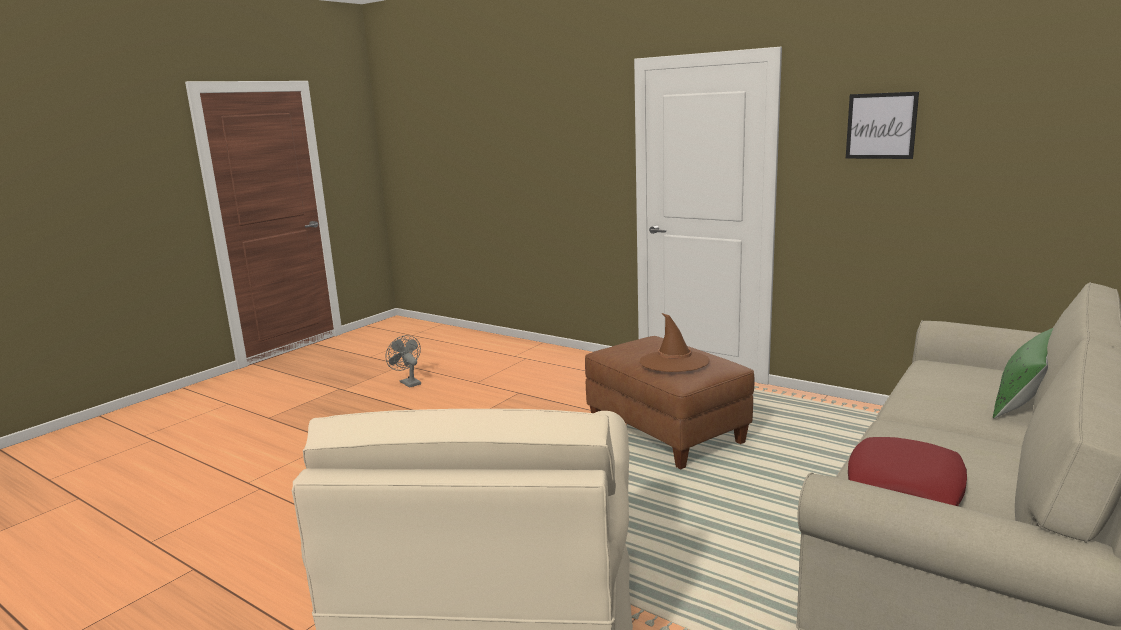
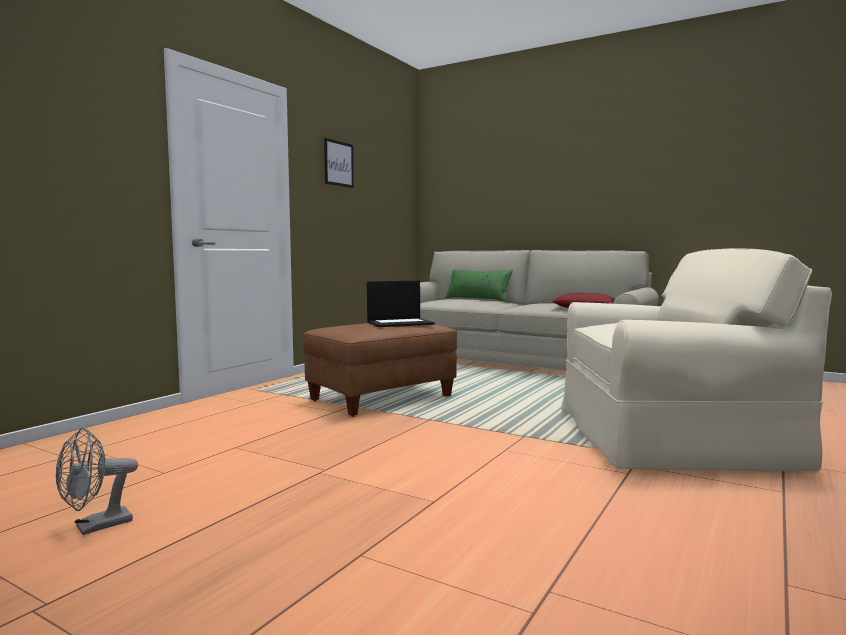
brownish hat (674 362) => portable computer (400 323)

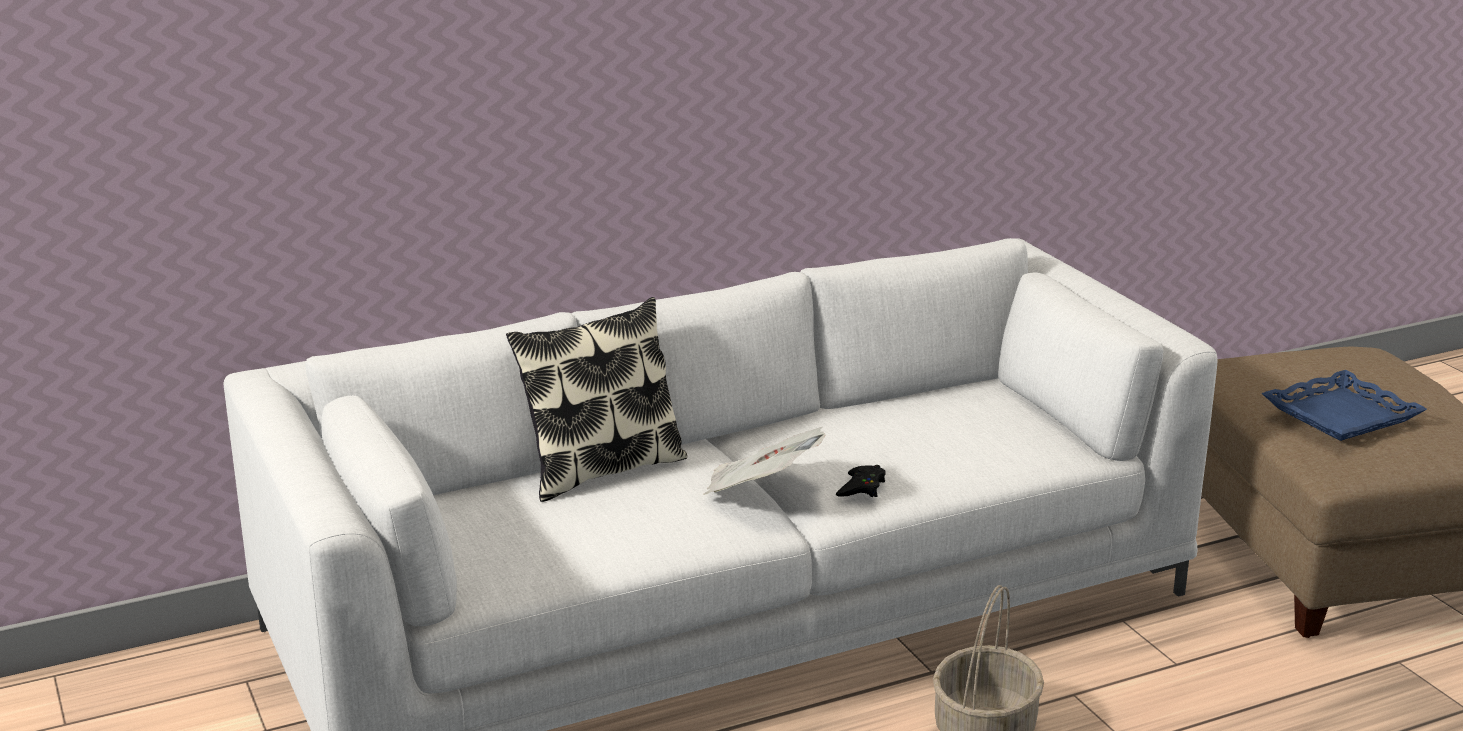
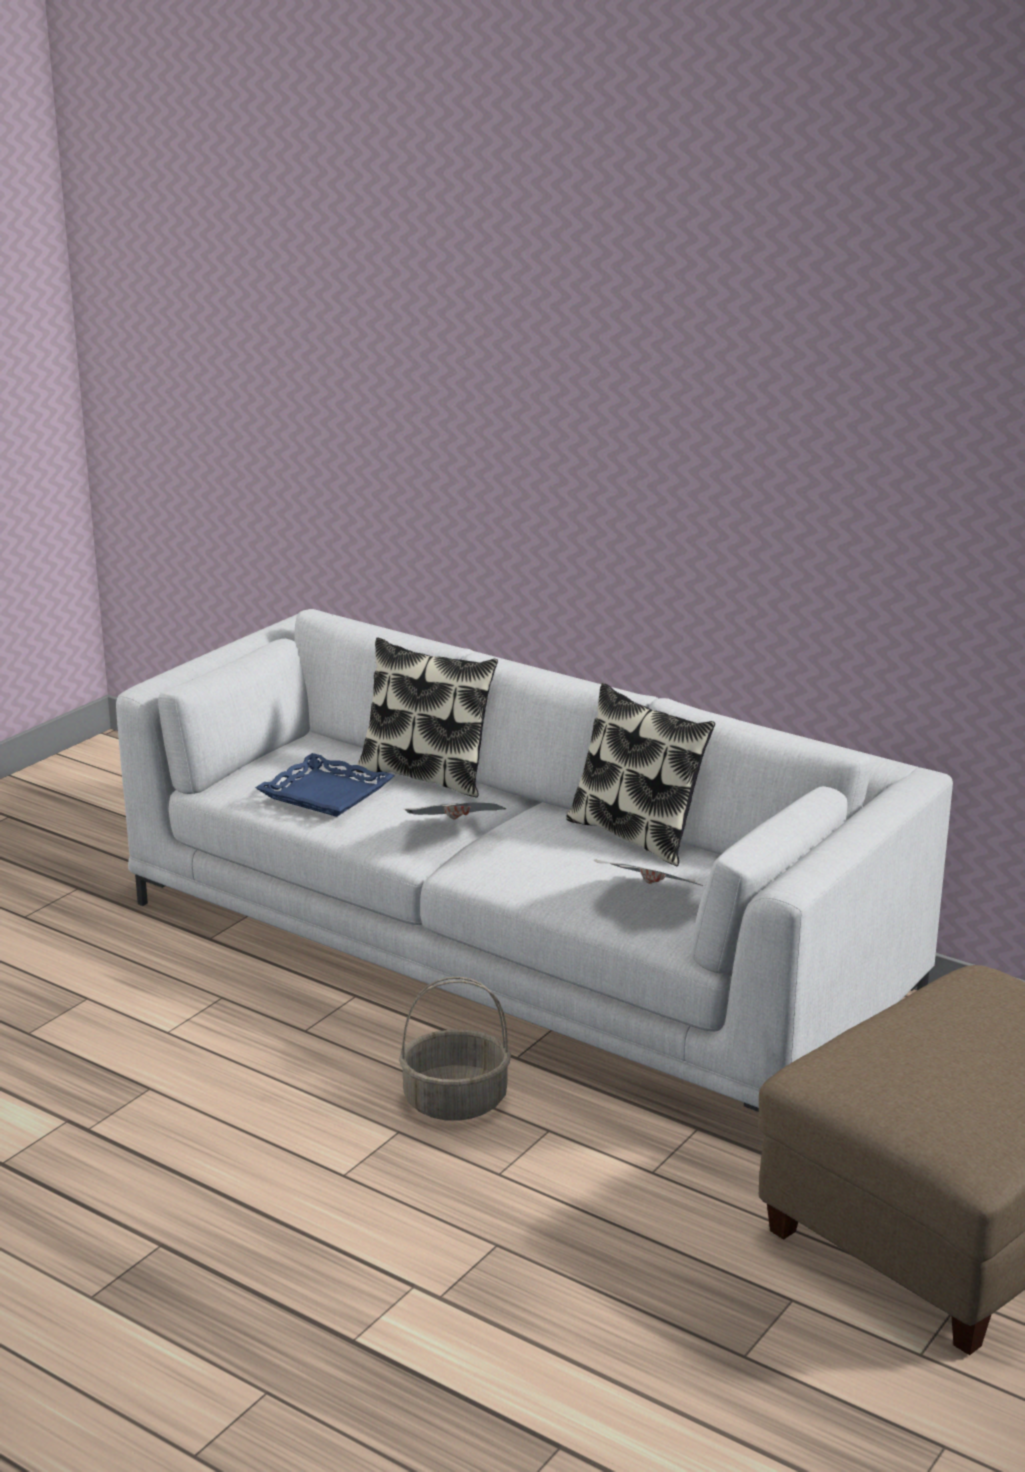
black gamepad (861 488) => nothing
bluish carrying tray (1342 415) => bluish carrying tray (325 794), move
nothing => pillow (636 835)
nothing => printed paper (652 900)

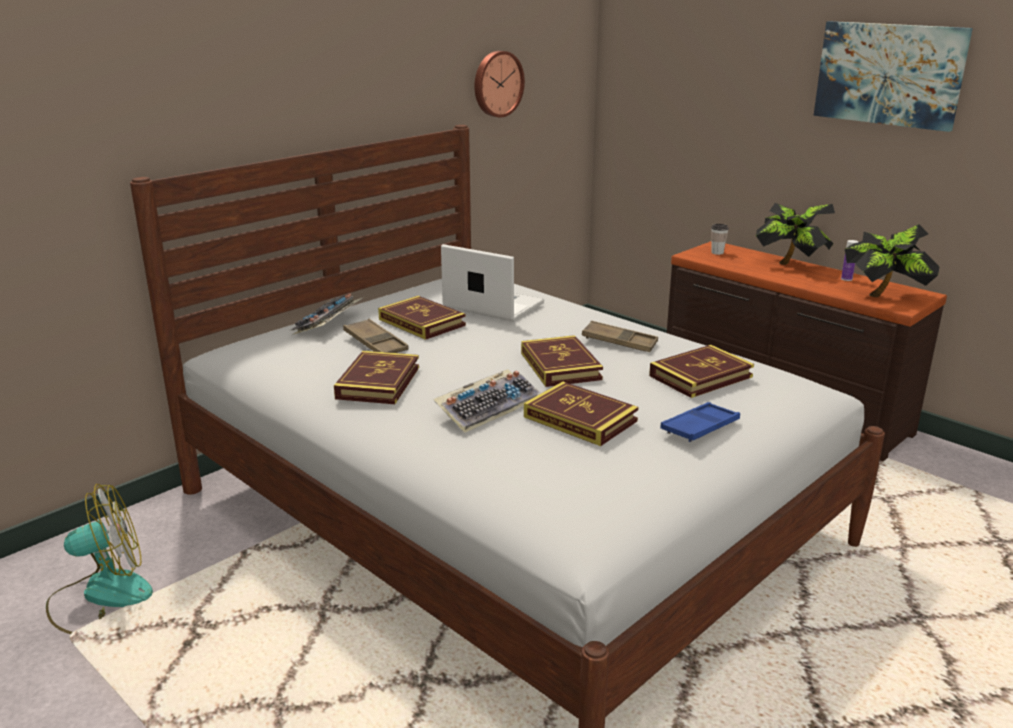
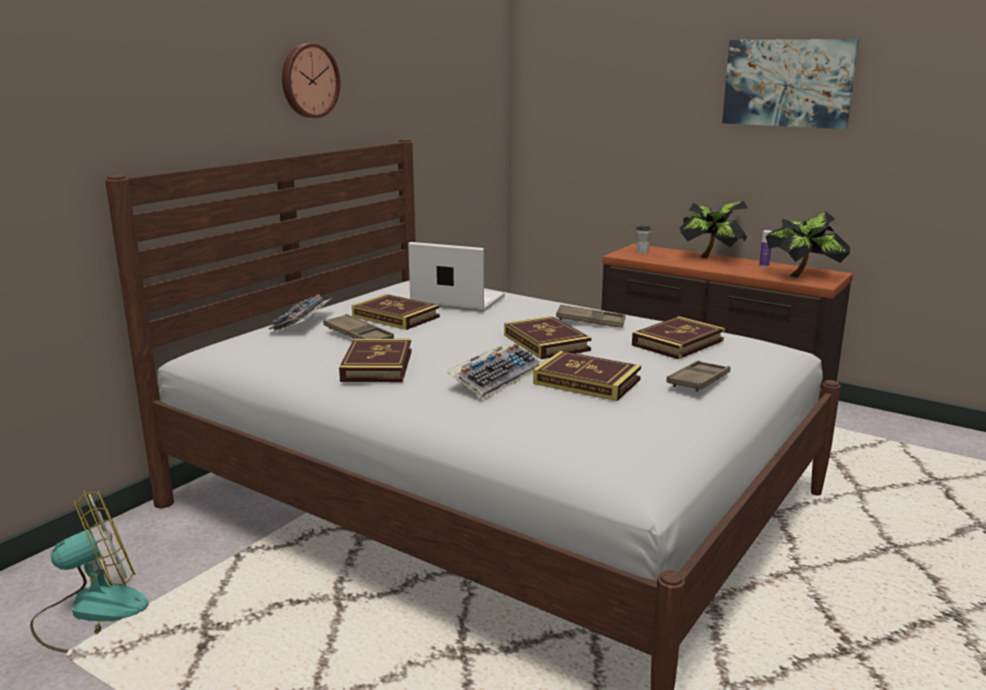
hanging clock (497 84) => hanging clock (308 81), move
bluish carrying tray (700 427) => brownish carrying tray (698 381)

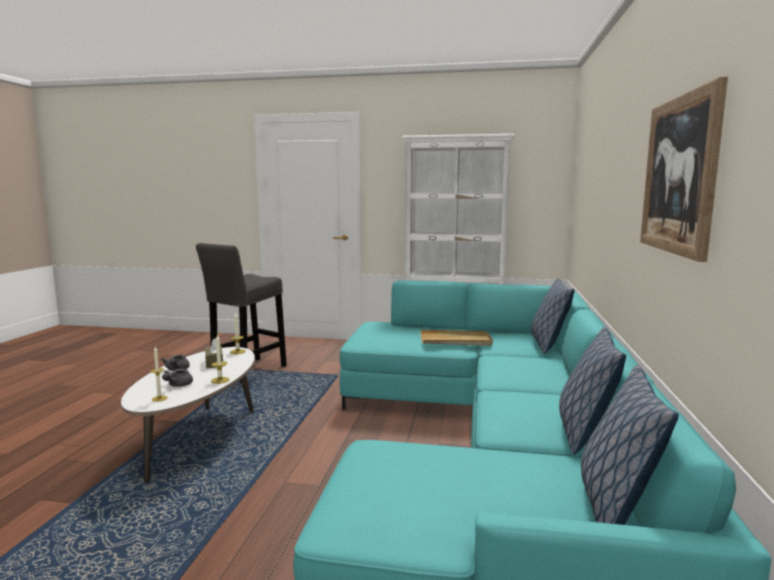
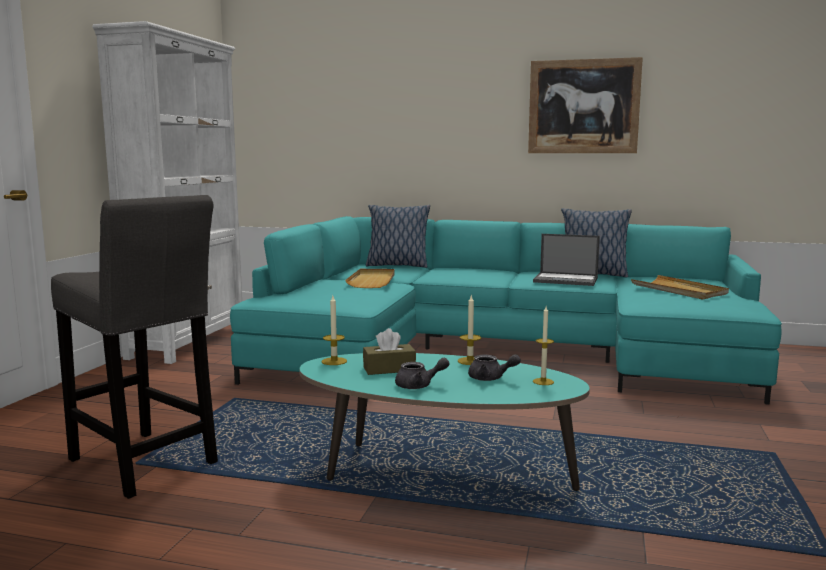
whitish lounge table (200 436) => turquoise-coloured lounge table (437 473)
pillow (615 505) => nothing
nothing => portable computer (566 280)
nothing => beige-coloured carrying tray (679 290)

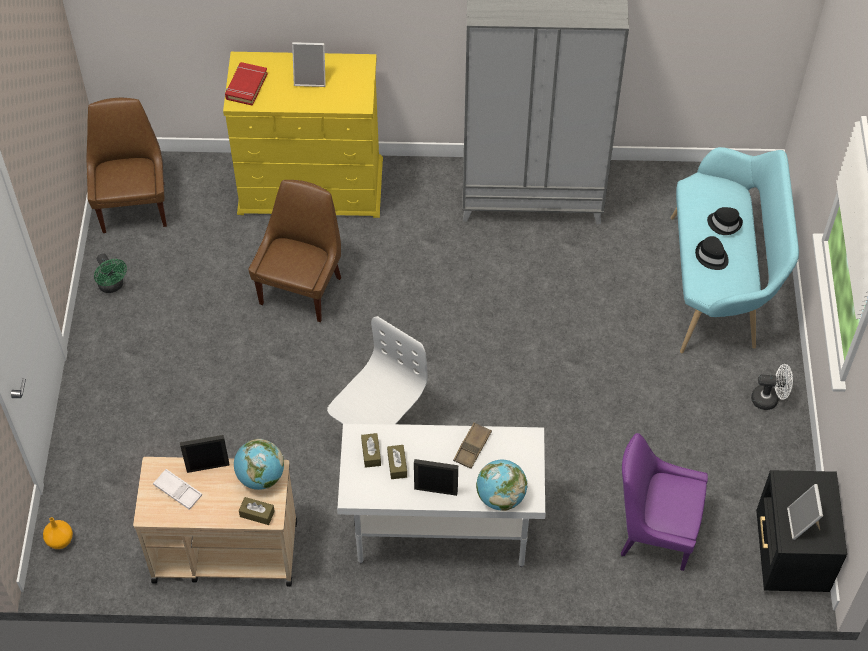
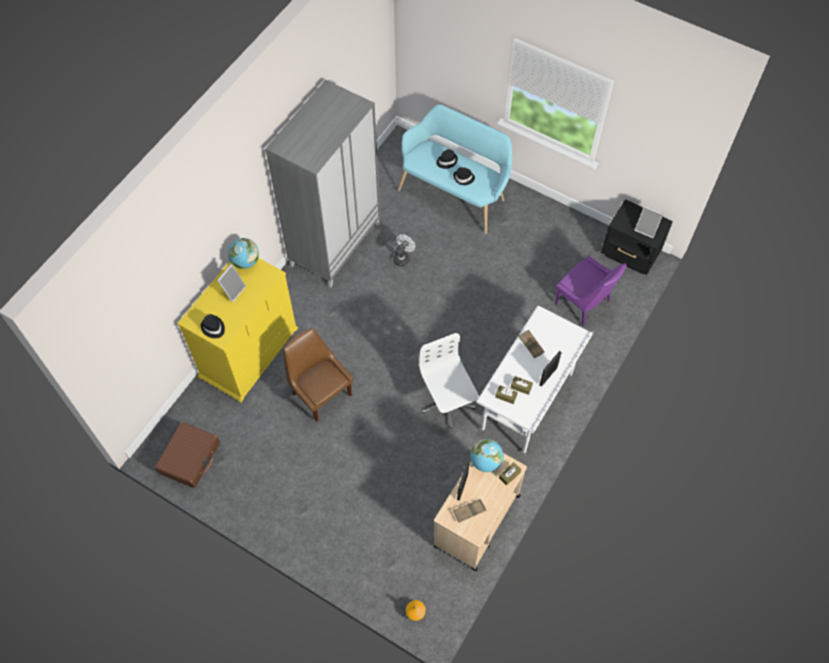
brownish plain chair (134 205) => brownish travel case (190 458)
green-coloured fan (112 286) => nothing
whitish carrying tray (178 491) => brownish carrying tray (469 511)
reddish book (246 86) => black hat (213 328)
globe (500 497) => globe (245 262), move
purplish plain chair (654 531) => purplish plain chair (584 304), 90 degrees counterclockwise
whitish fan (769 399) => whitish fan (403 257), move

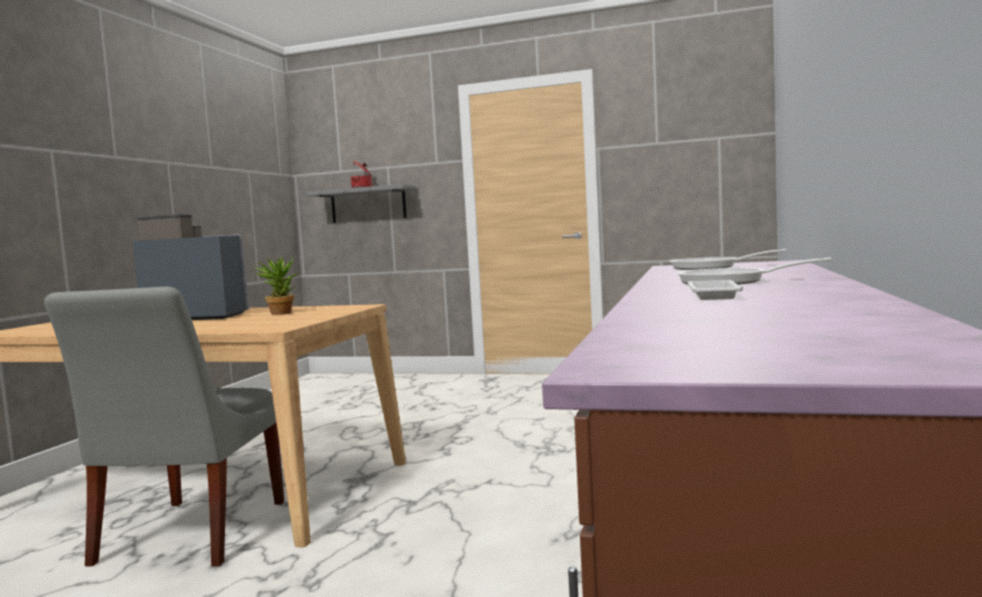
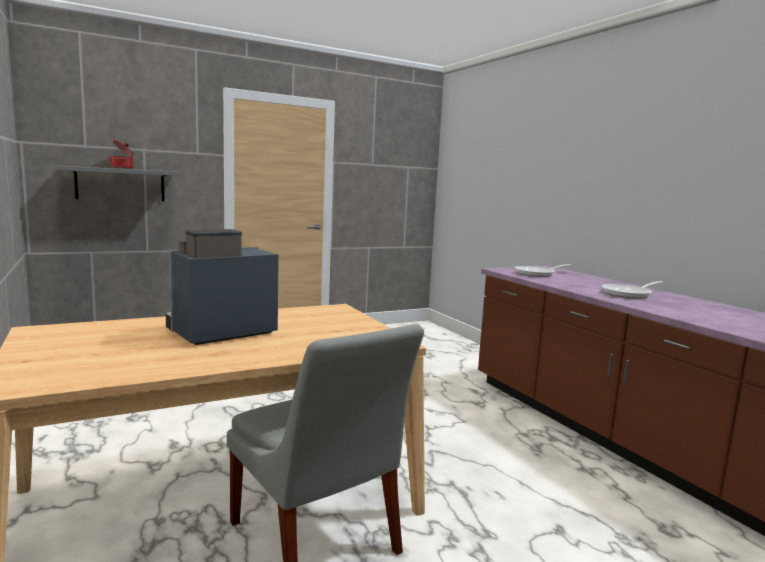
plant in a pot (280 313) => nothing
whitish carrying tray (713 294) => nothing

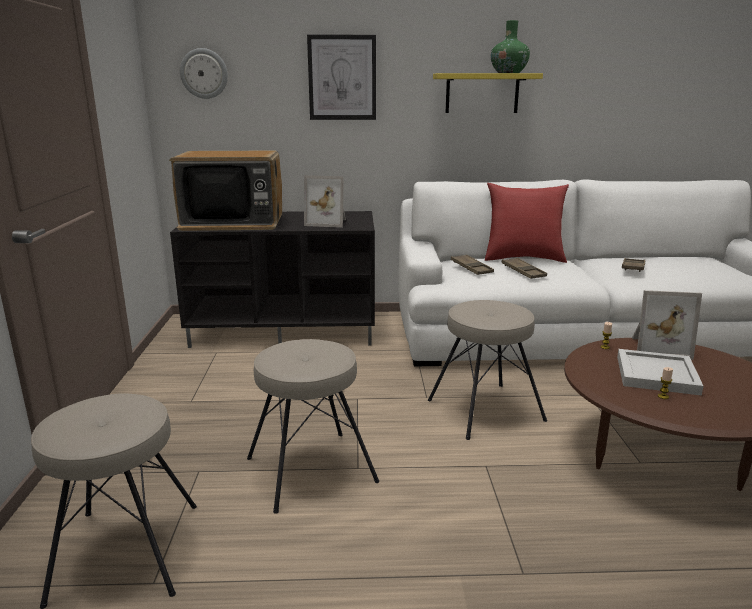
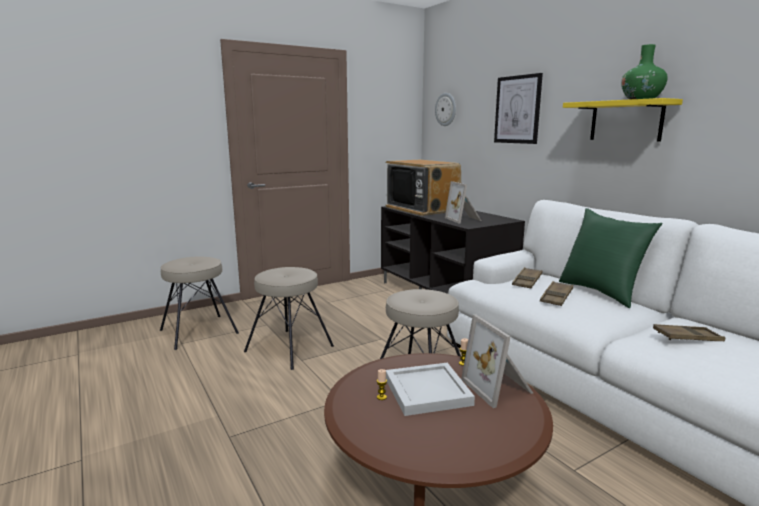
reddish pillow (523 258) => green-coloured pillow (601 292)

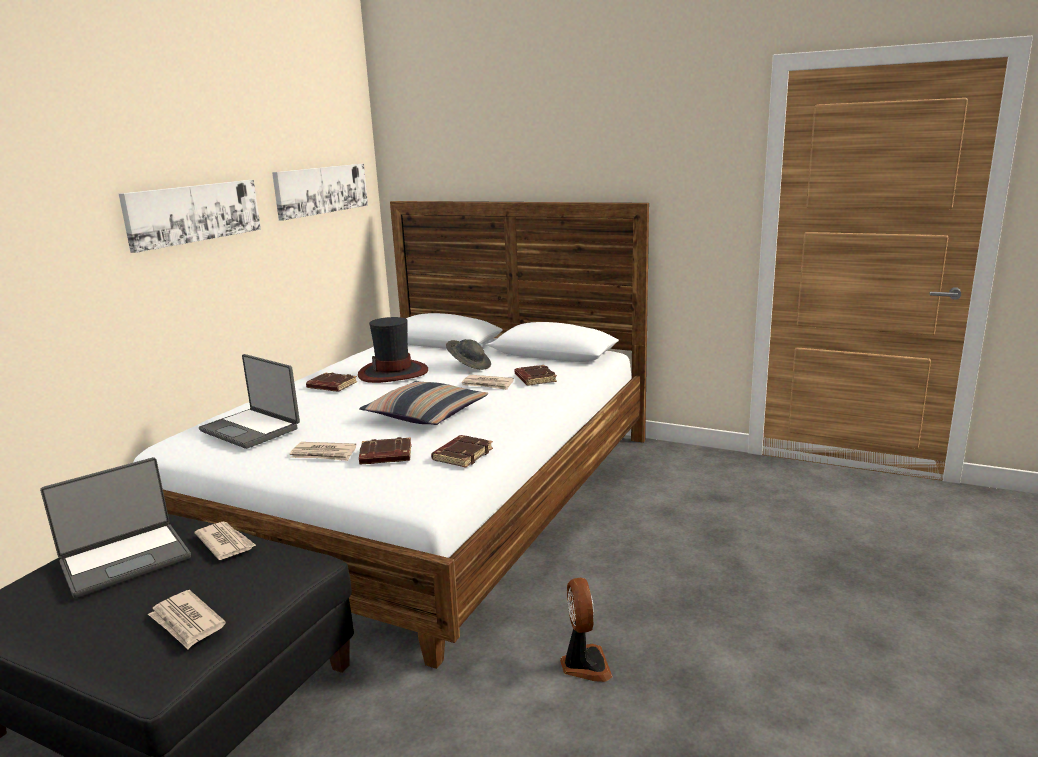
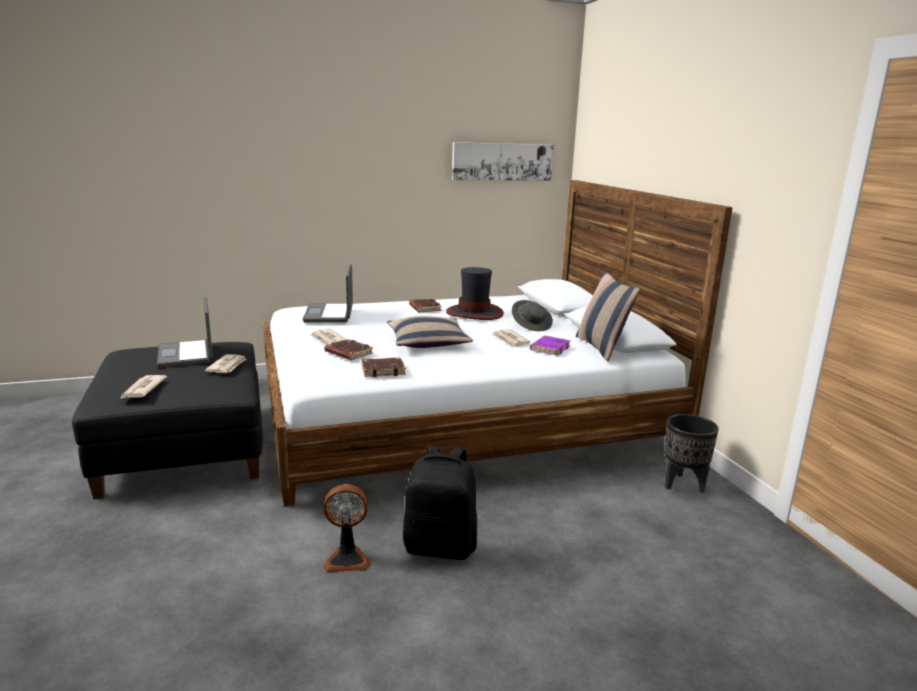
portable computer (125 560) => portable computer (187 355), 60 degrees clockwise
picture (194 213) => nothing
brownish book (534 379) => purplish book (549 348)
fan (584 664) => fan (347 559), 45 degrees clockwise
nothing => black knapsack (440 546)
nothing => pillow (601 348)
nothing => black planter (682 484)

